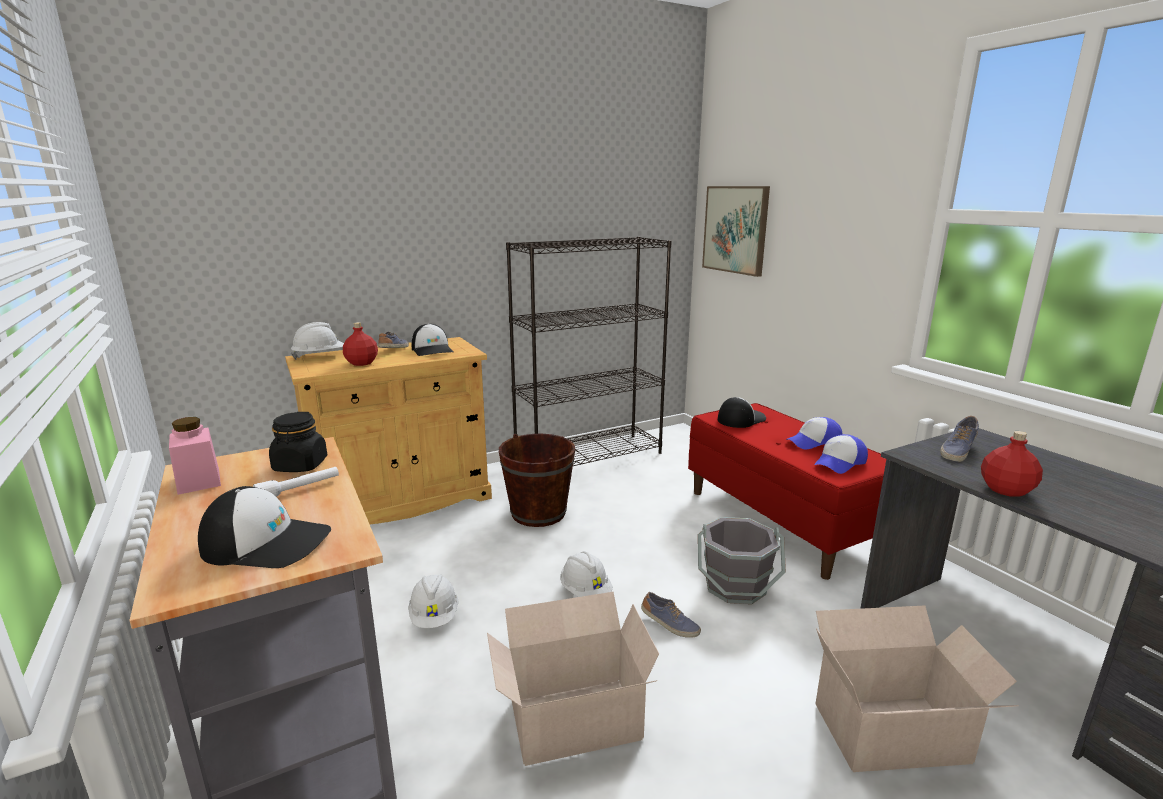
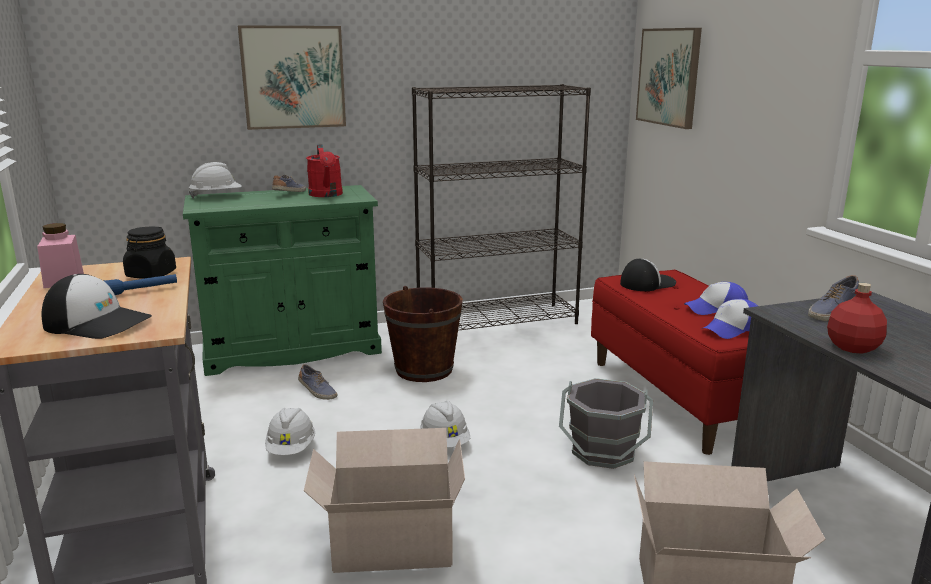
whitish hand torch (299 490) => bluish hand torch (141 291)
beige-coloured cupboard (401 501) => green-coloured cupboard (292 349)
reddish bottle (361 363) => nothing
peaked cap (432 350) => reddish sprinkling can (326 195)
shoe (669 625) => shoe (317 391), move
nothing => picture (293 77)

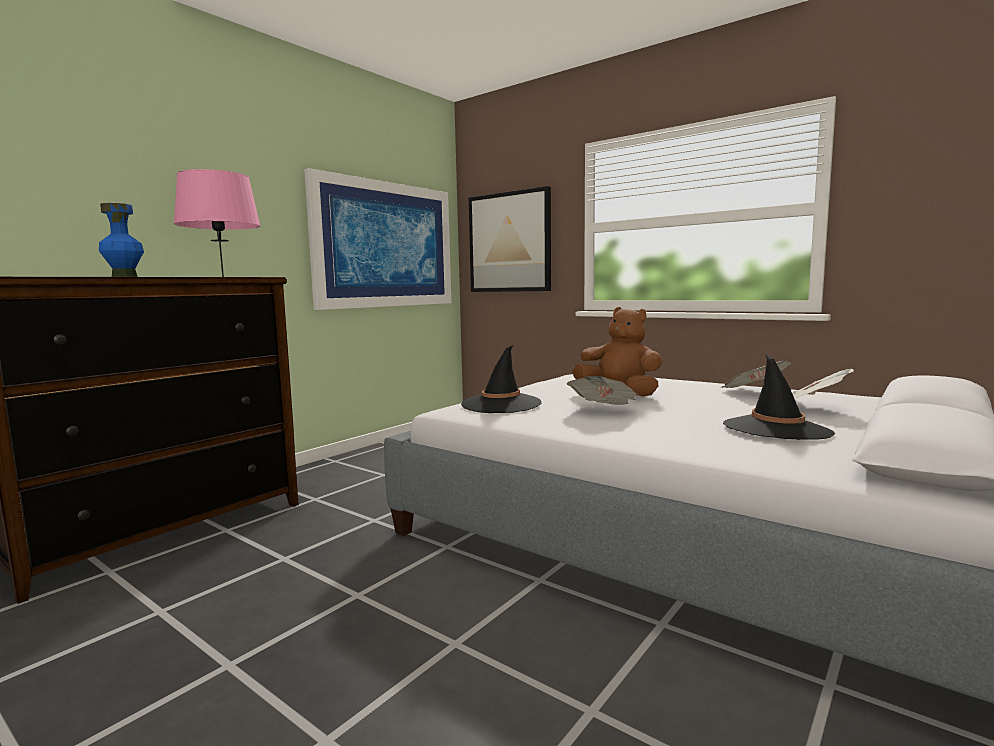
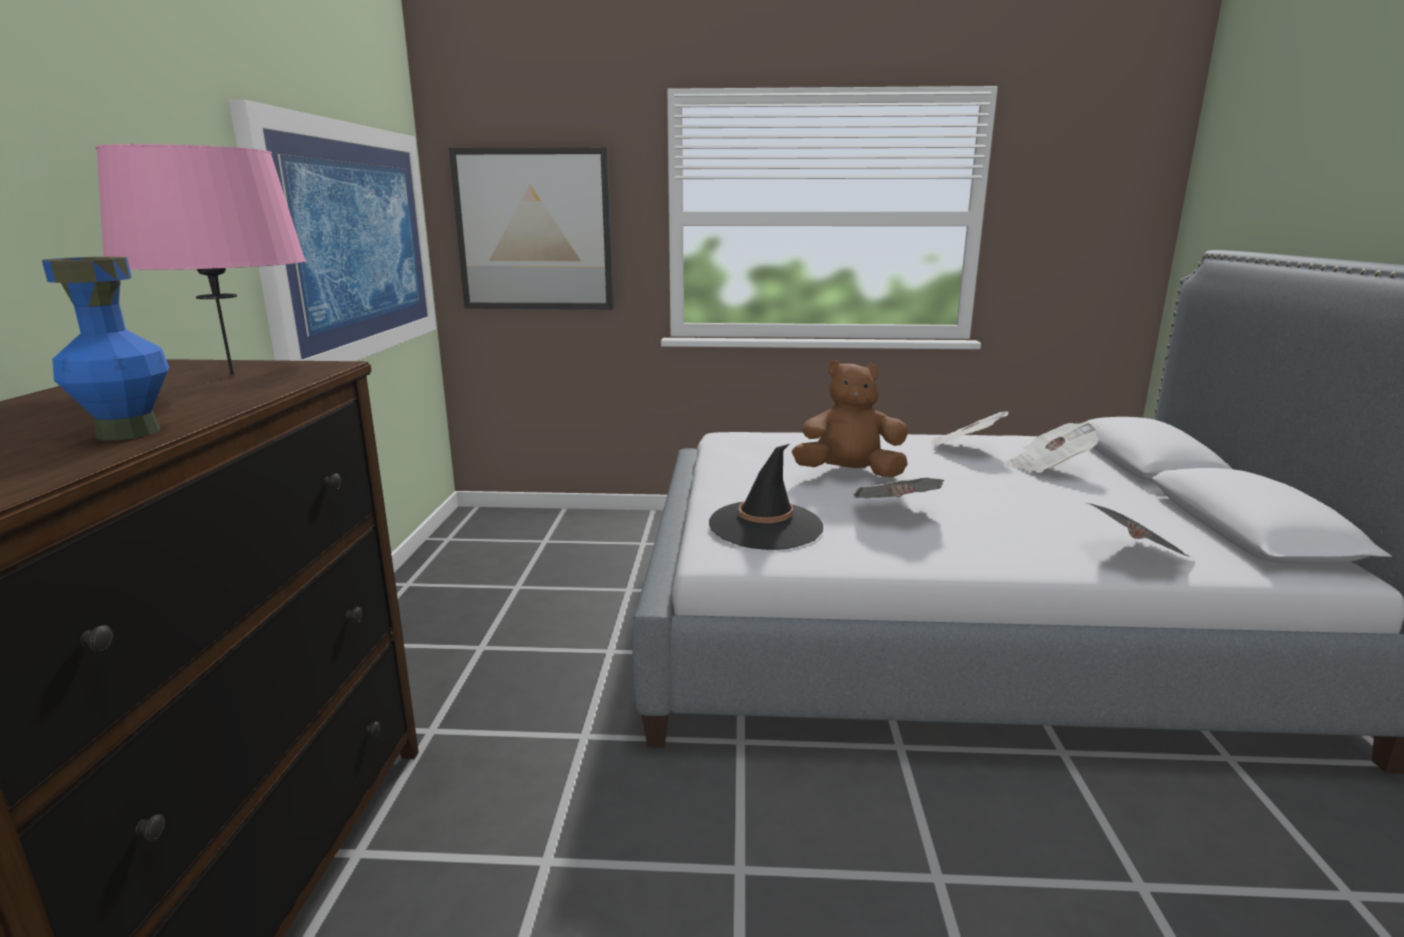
black hat (776 429) => nothing
nothing => printed paper (1136 556)

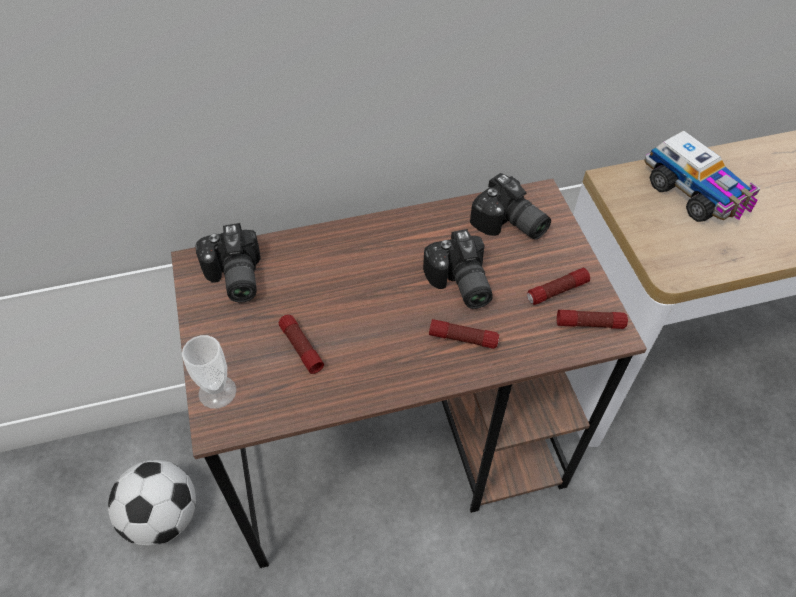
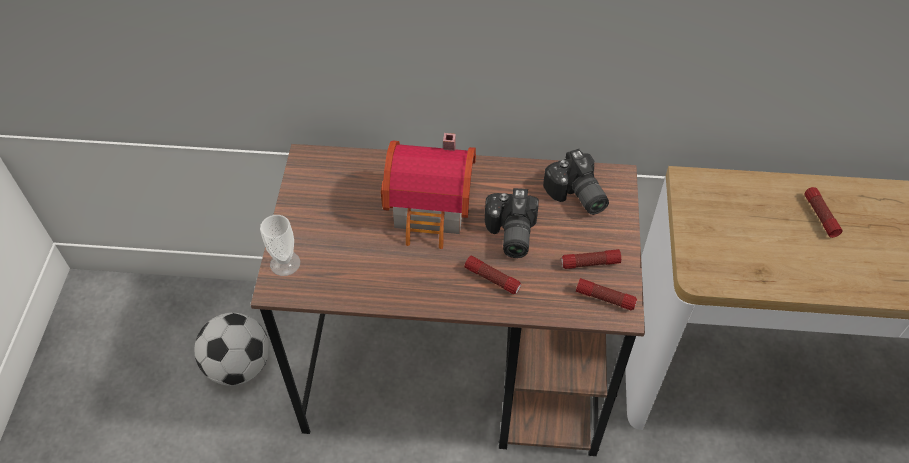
photo camera (233 278) => nothing
hand torch (301 348) => hand torch (820 216), move
toy lorry (694 194) => nothing
nothing => model house (432 210)

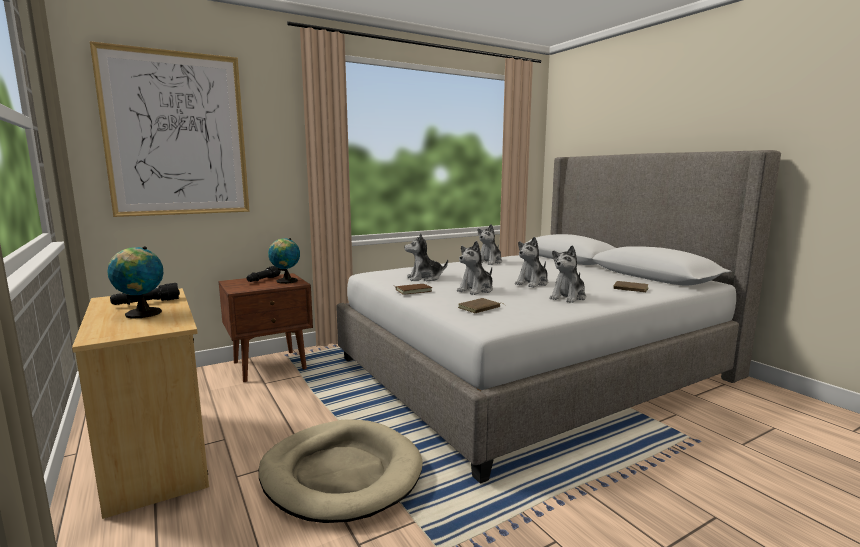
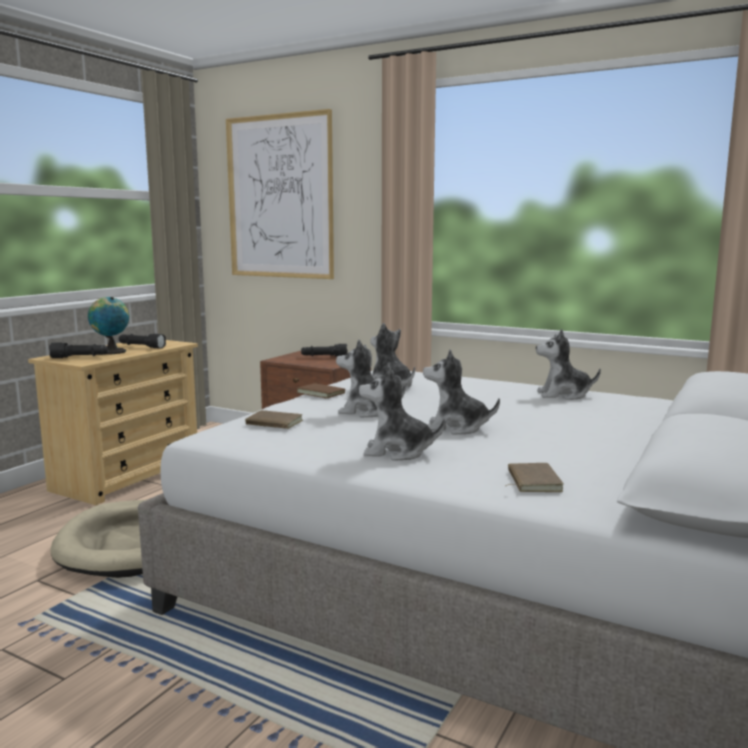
globe (285 281) => nothing
nothing => black hand torch (80 357)

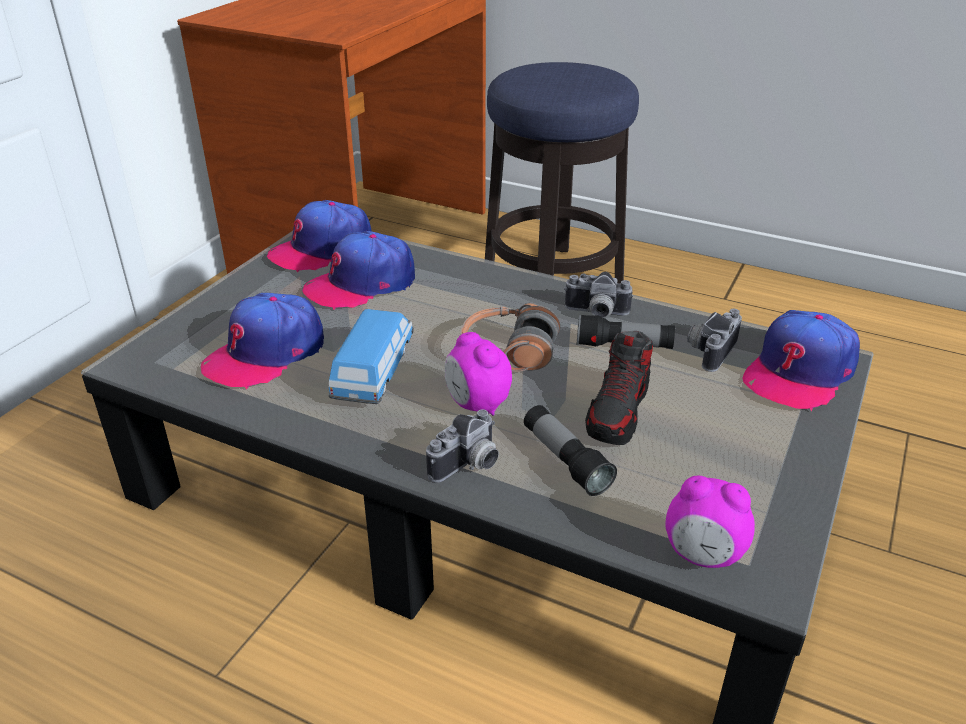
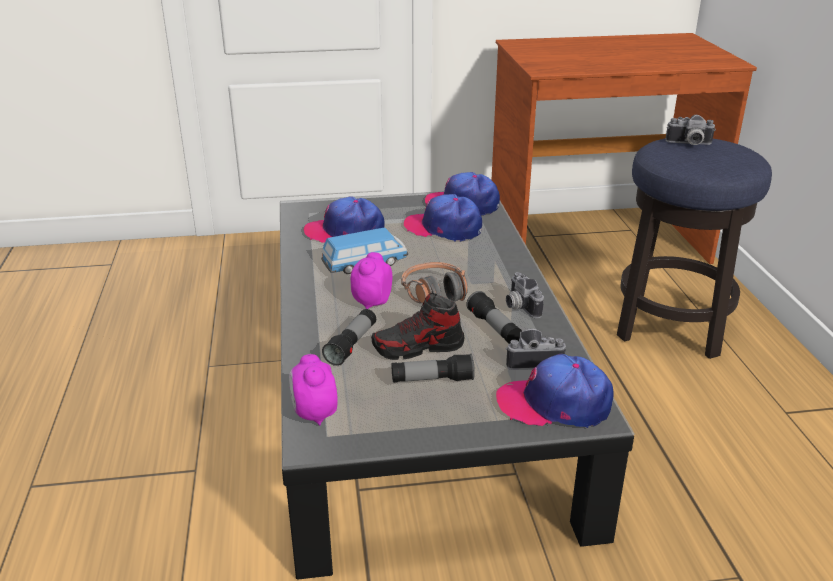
photo camera (469 466) => photo camera (689 144), move
nothing => hand torch (432 380)

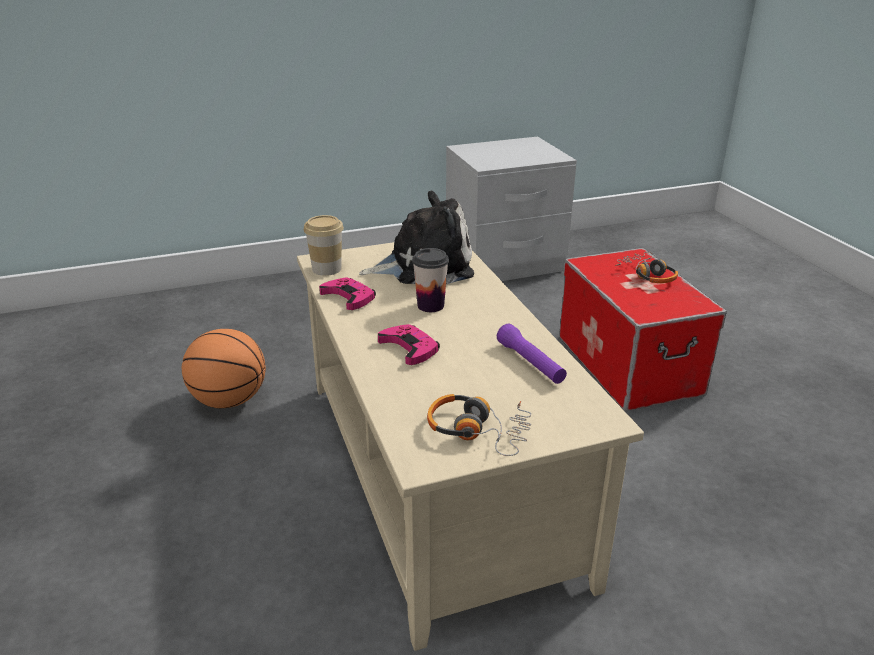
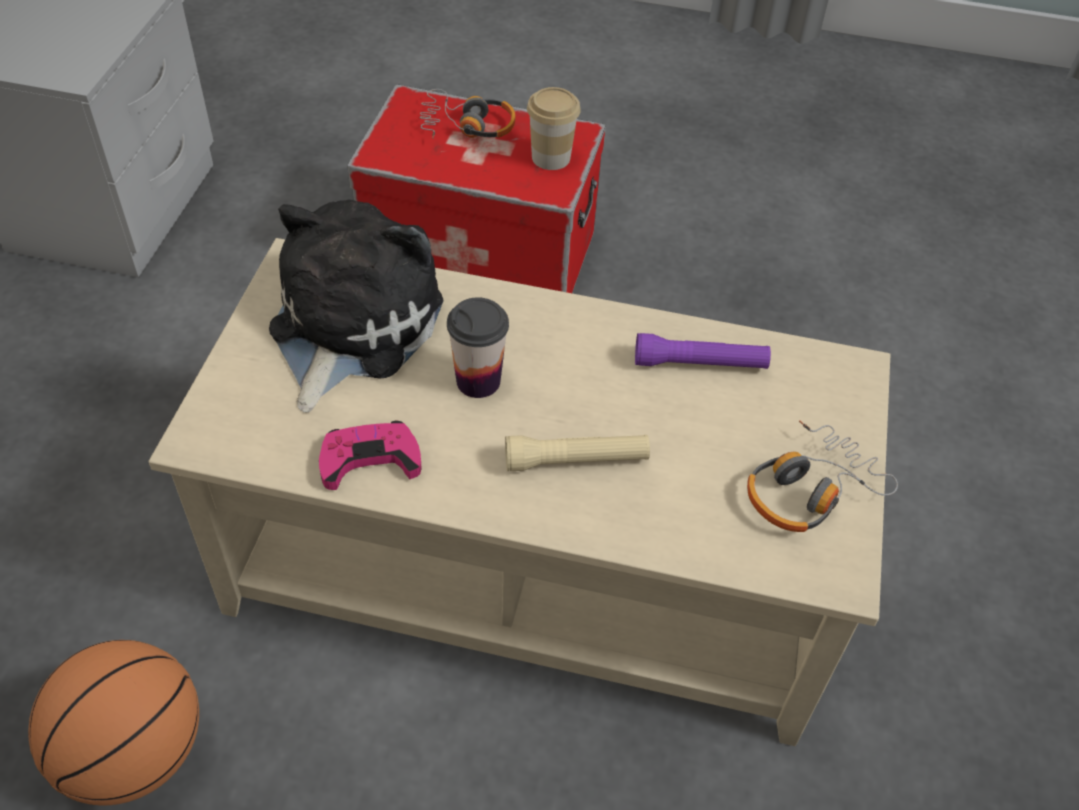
cup (326 269) => cup (551 157), move
pink-coloured gamepad (409 348) => beige-coloured hand torch (576 461)

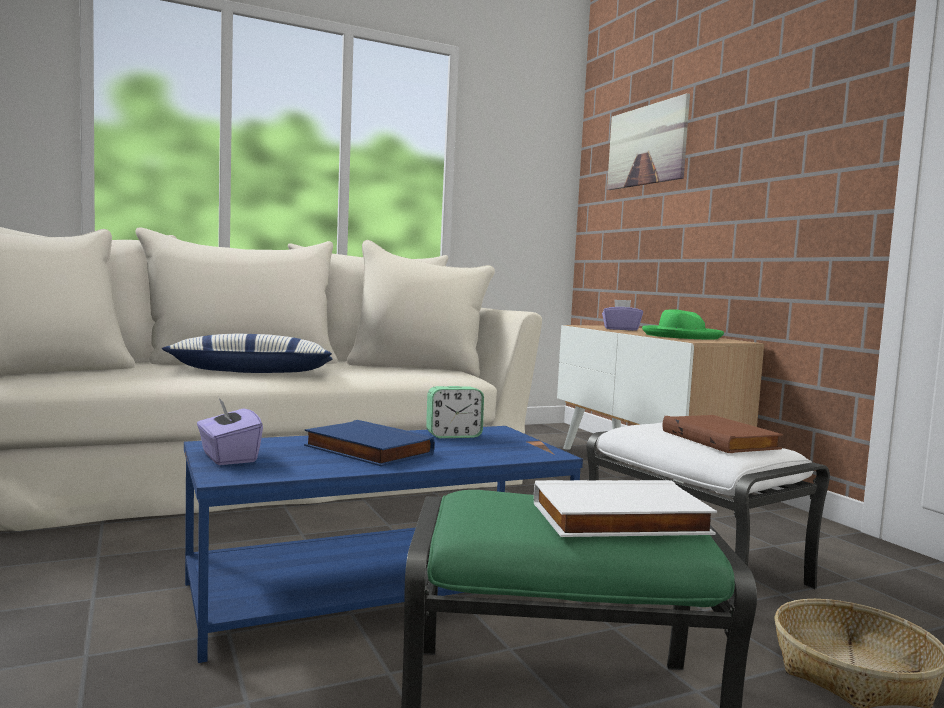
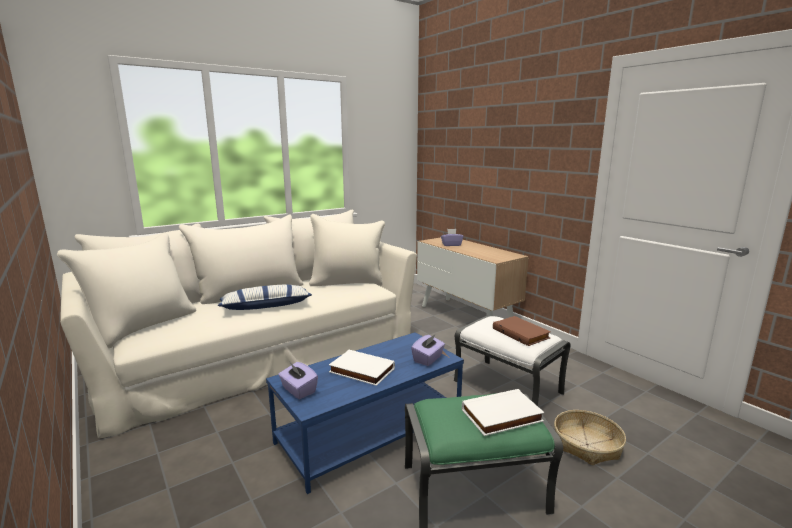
bluish book (365 450) => whitish book (360 371)
bedside clock (453 435) => nothing
picture (646 145) => nothing
green-coloured hat (680 336) => nothing
nothing => purplish tissue box (428 359)

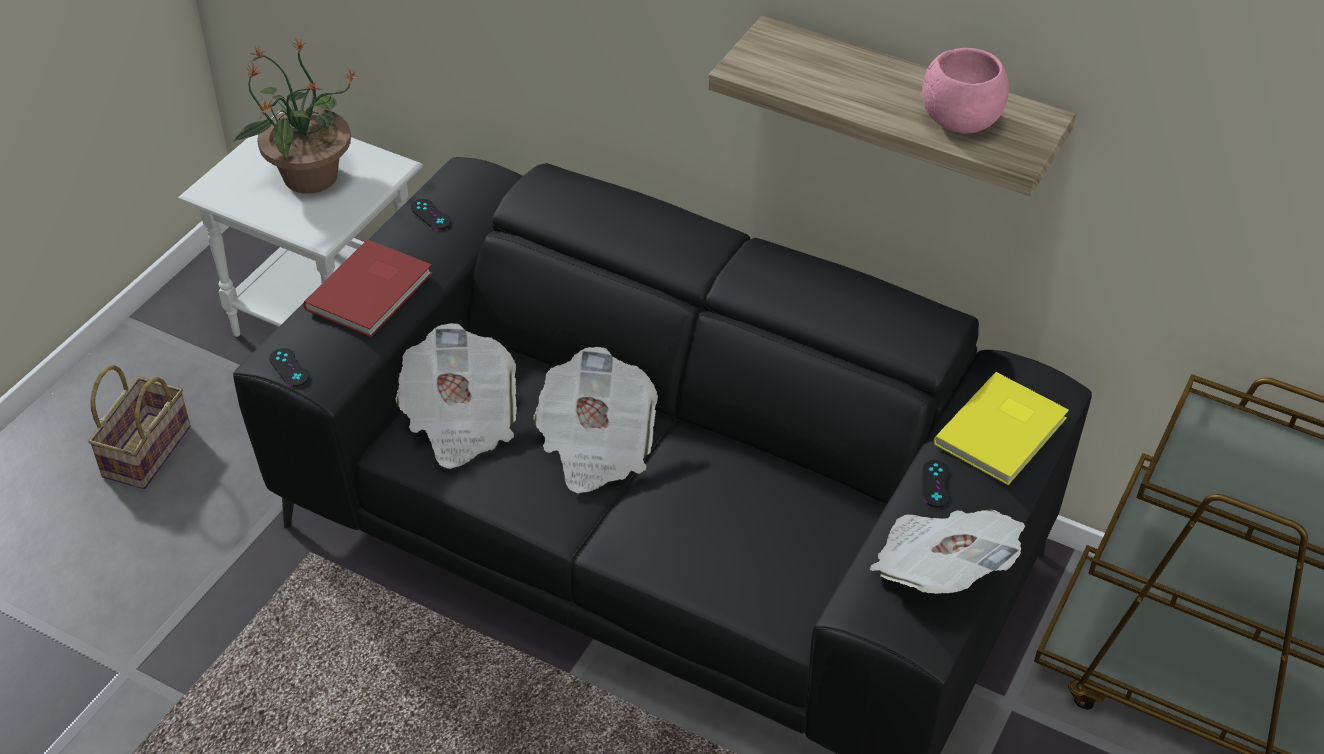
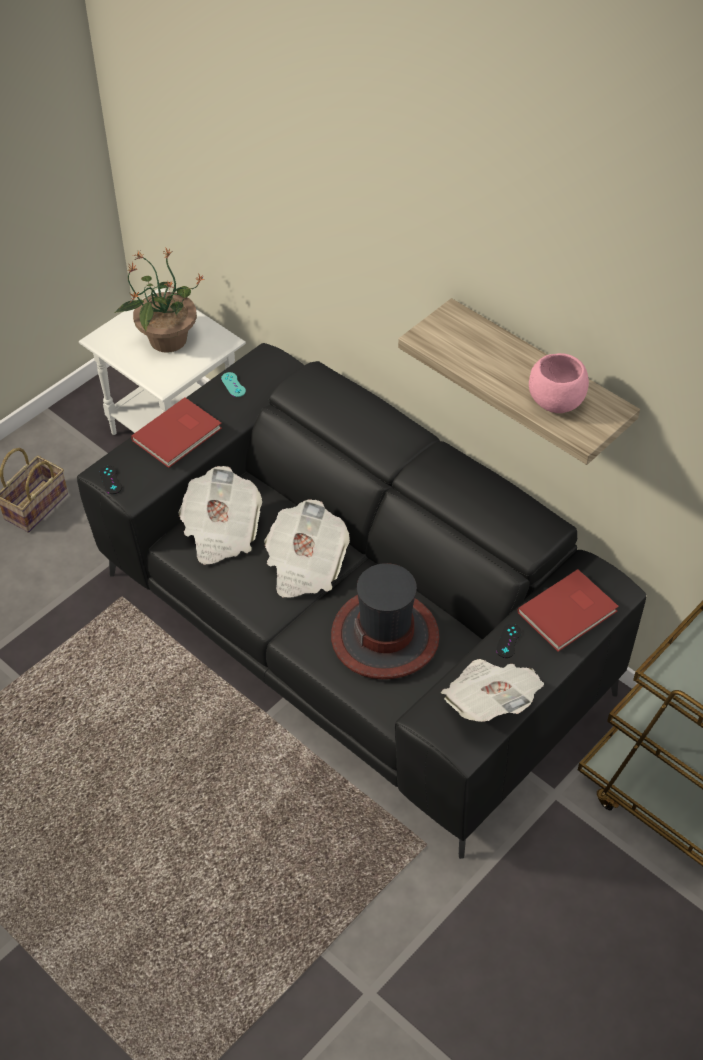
black gamepad (430 214) => turquoise-coloured gamepad (233 385)
yellowish book (1004 431) => reddish book (570 612)
nothing => hat (385 636)

